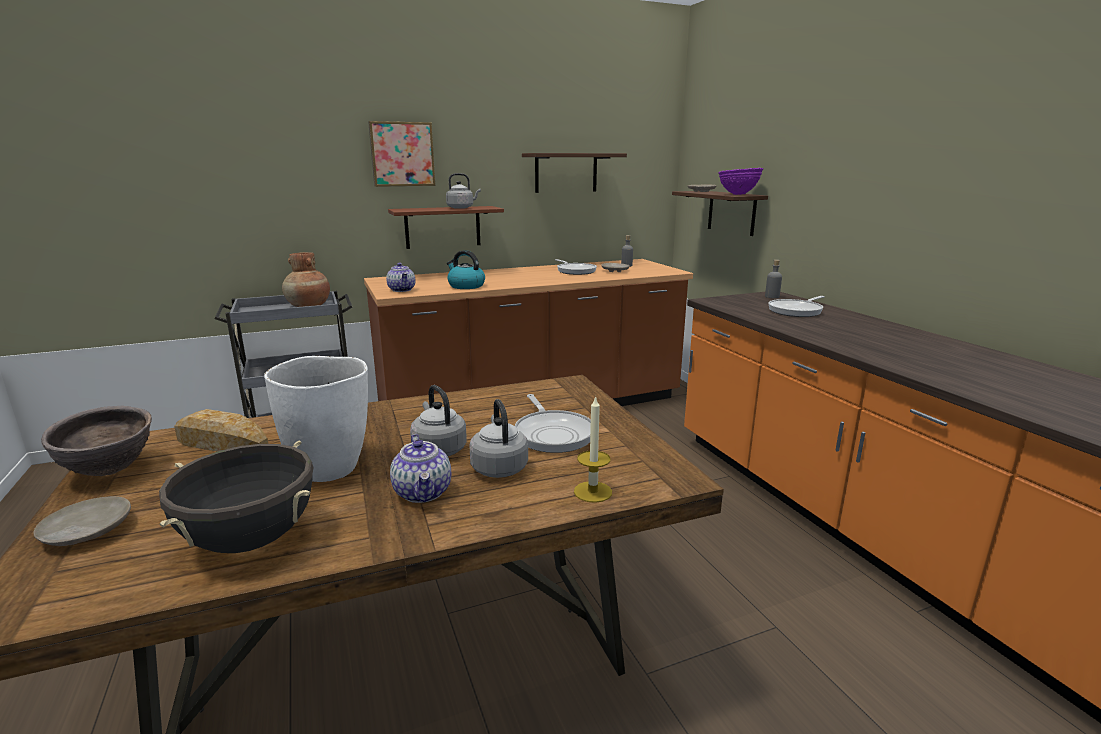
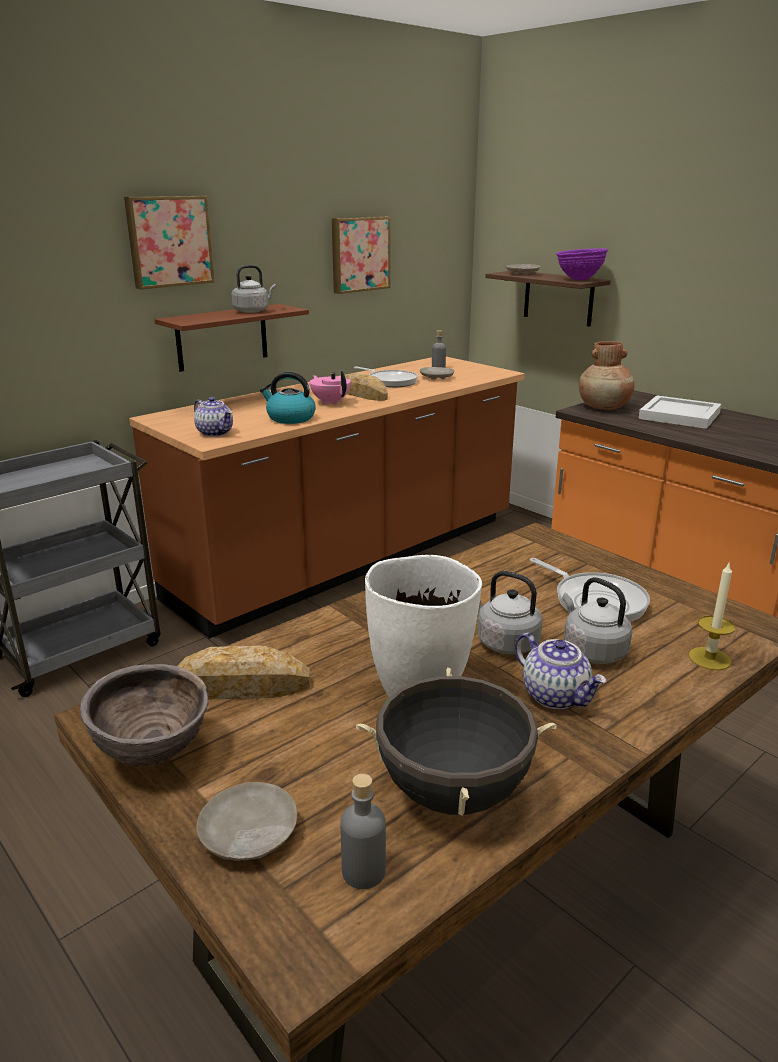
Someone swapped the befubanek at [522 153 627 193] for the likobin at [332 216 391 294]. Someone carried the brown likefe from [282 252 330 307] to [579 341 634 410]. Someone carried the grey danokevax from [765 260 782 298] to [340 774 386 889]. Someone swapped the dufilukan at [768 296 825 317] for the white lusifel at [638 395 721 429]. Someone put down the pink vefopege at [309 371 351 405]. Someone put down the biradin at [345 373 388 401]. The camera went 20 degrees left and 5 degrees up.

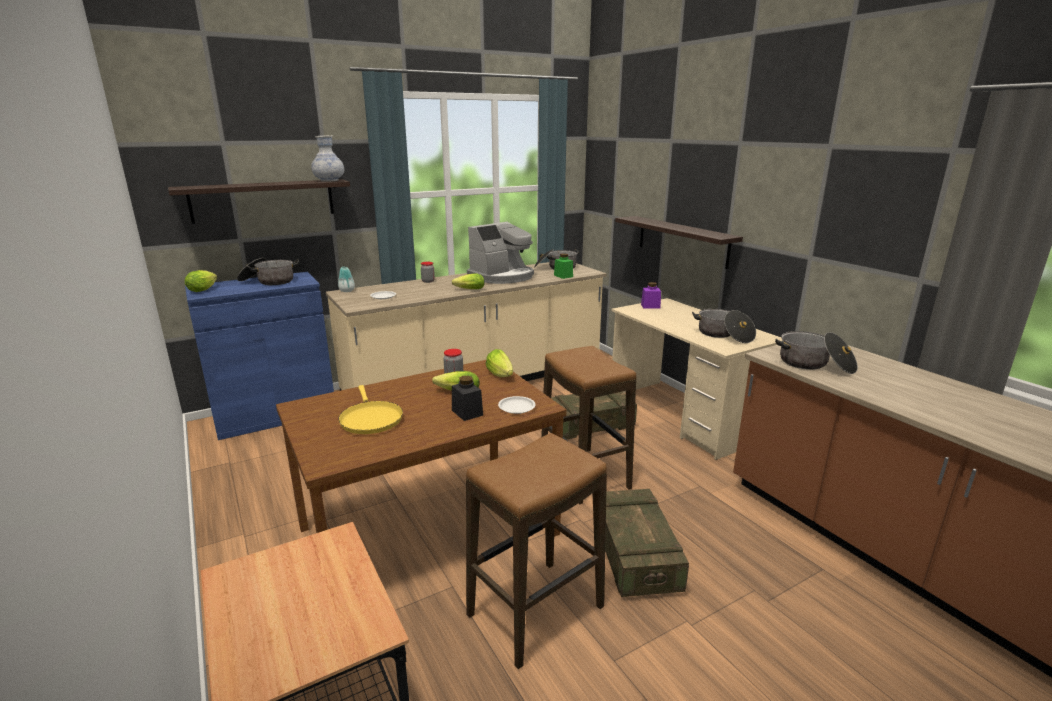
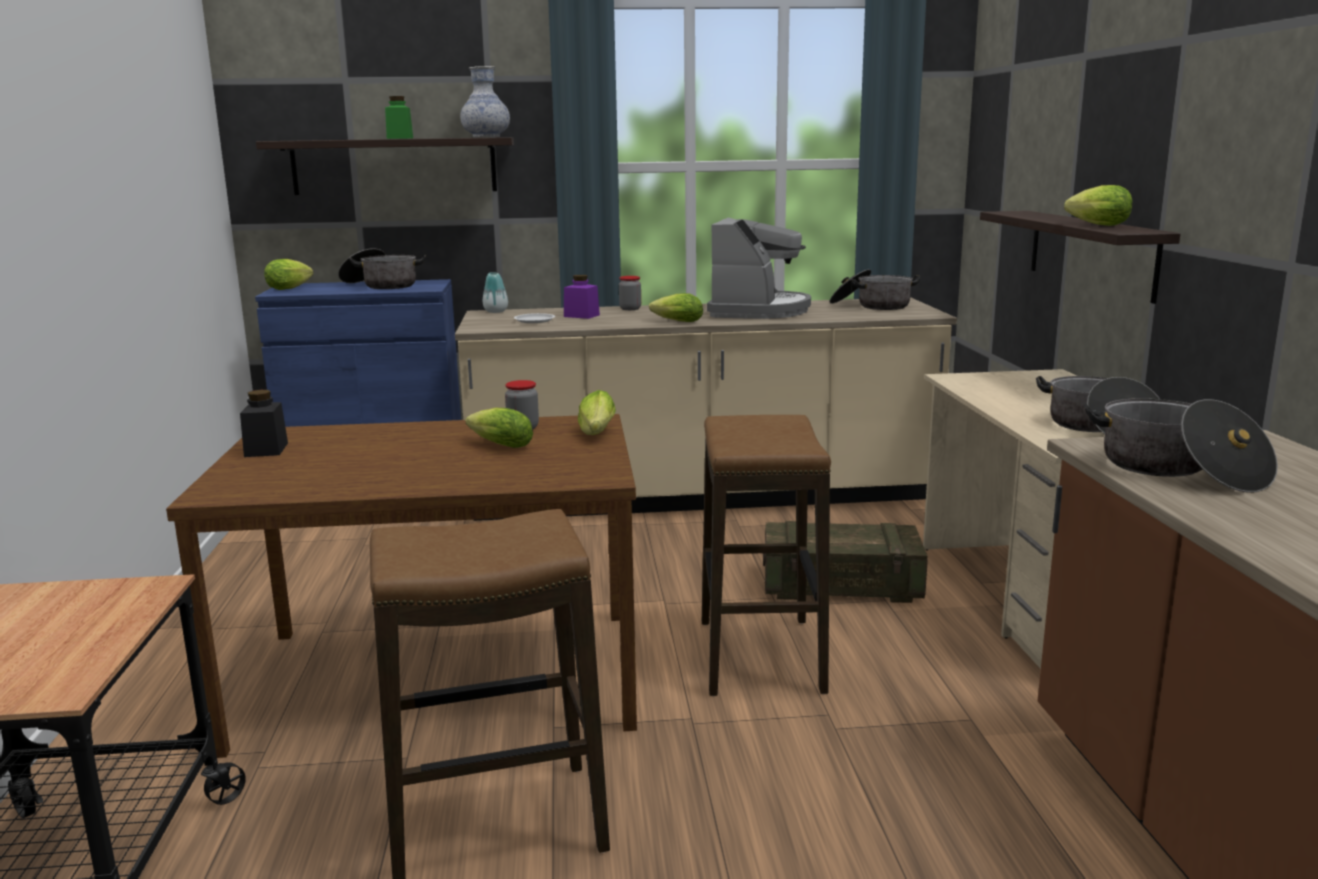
Someone rotated the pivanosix at [467 222 534 284] by 60 degrees counterclockwise. Someone carried the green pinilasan from [554 253 573 279] to [385 96 413 139]. Someone carried the purple pinilasan from [641 282 661 309] to [564 275 600 319]. Someone carried the black pinilasan from [452 376 483 421] to [240 390 288 457]. Someone took away the yellow dufilukan at [338 385 403 434]. Someone took away the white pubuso at [498 396 535 414]. Someone took away the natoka at [605 489 689 597]. Someone put down the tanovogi at [1064 185 1133 226]. The camera went 25 degrees right and 5 degrees down.

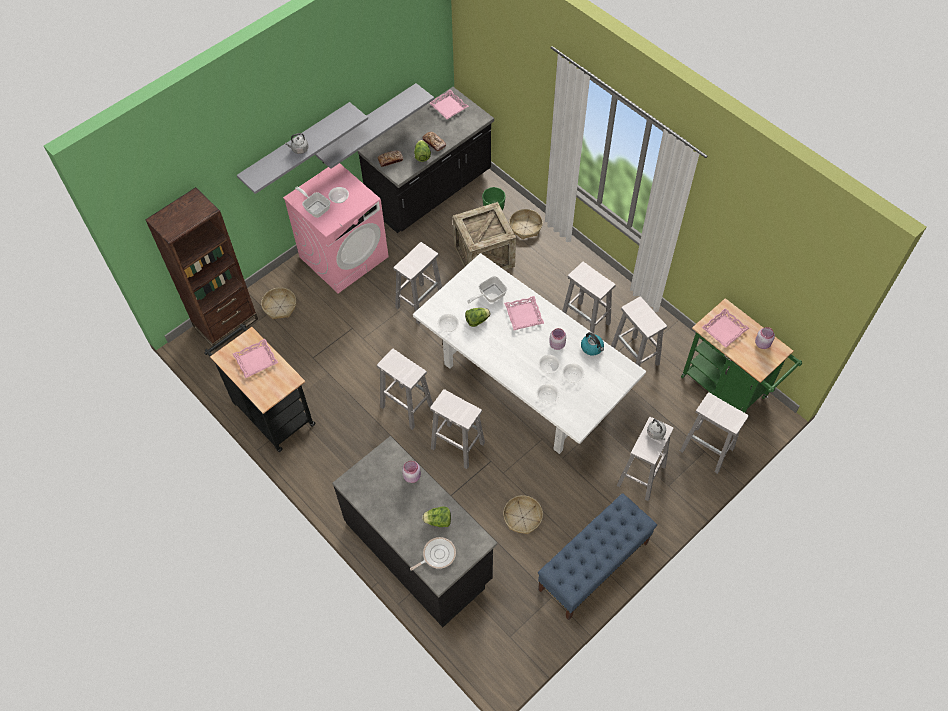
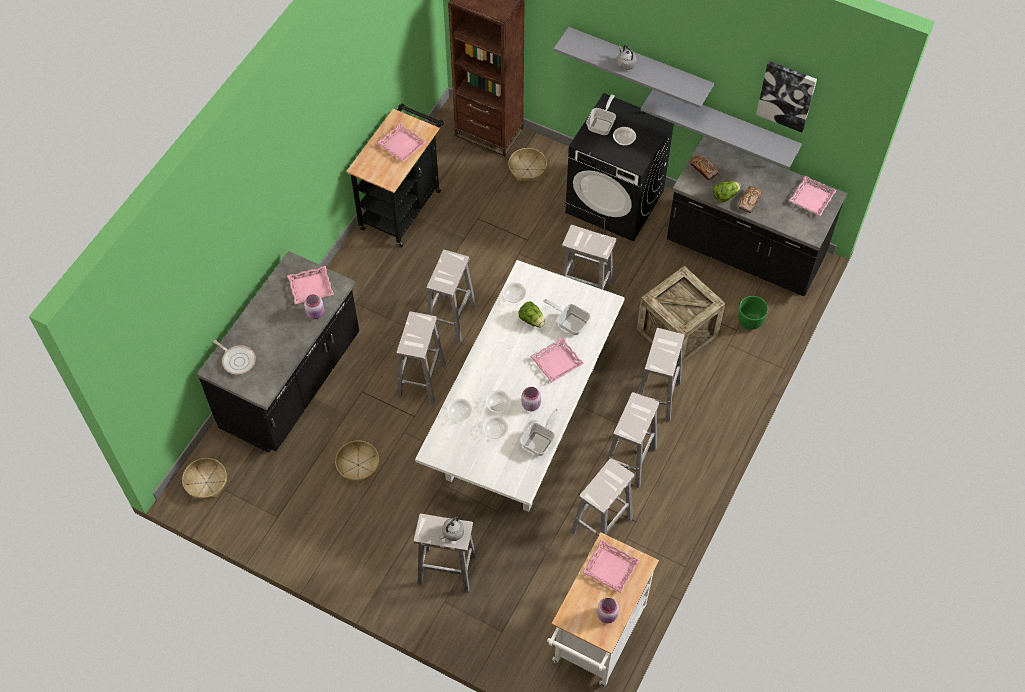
Someone repainted the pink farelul at [283 163 389 294], which became the black farelul at [565 93 674 242]. Someone carried the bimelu from [509 209 543 239] to [182 458 227 500]. Someone repainted the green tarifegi at [681 298 802 413], which became the white tarifegi at [547 532 659 688]. Someone swapped the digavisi at [581 332 604 356] for the dufilukan at [520 409 559 456]. Someone carried the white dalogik from [680 392 749 474] to [638 328 684 422]. Someone took away the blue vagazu at [538 493 657 620]. Someone took away the tanovogi at [422 506 451 527]. Someone put up the likobin at [756 61 817 133]. Someone put down the pink lusifel at [287 266 334 304]. The camera went 70 degrees right and 0 degrees up.

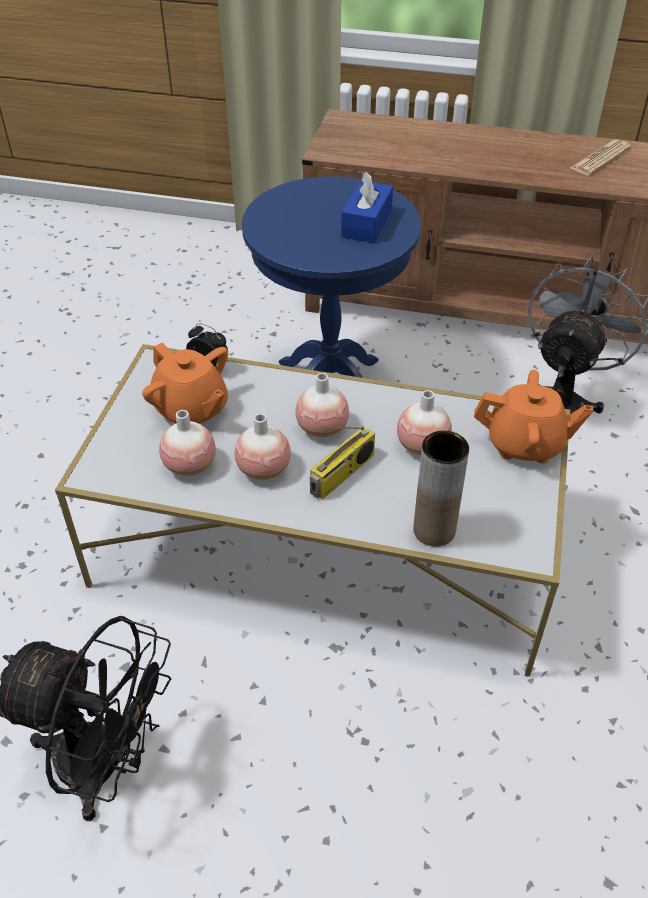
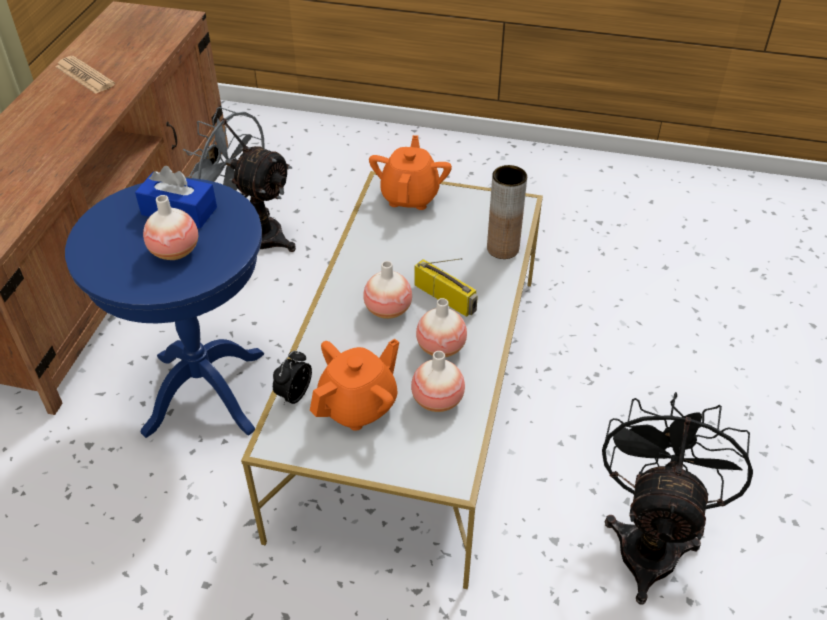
Someone carried the likefe from [397 390 452 455] to [143 195 198 260]. The camera went 90 degrees left and 0 degrees up.

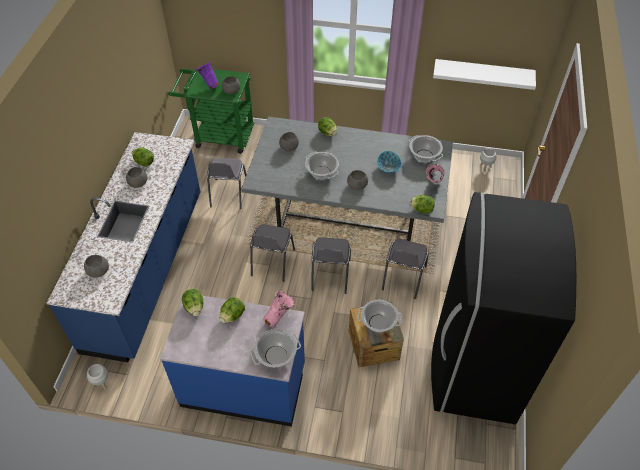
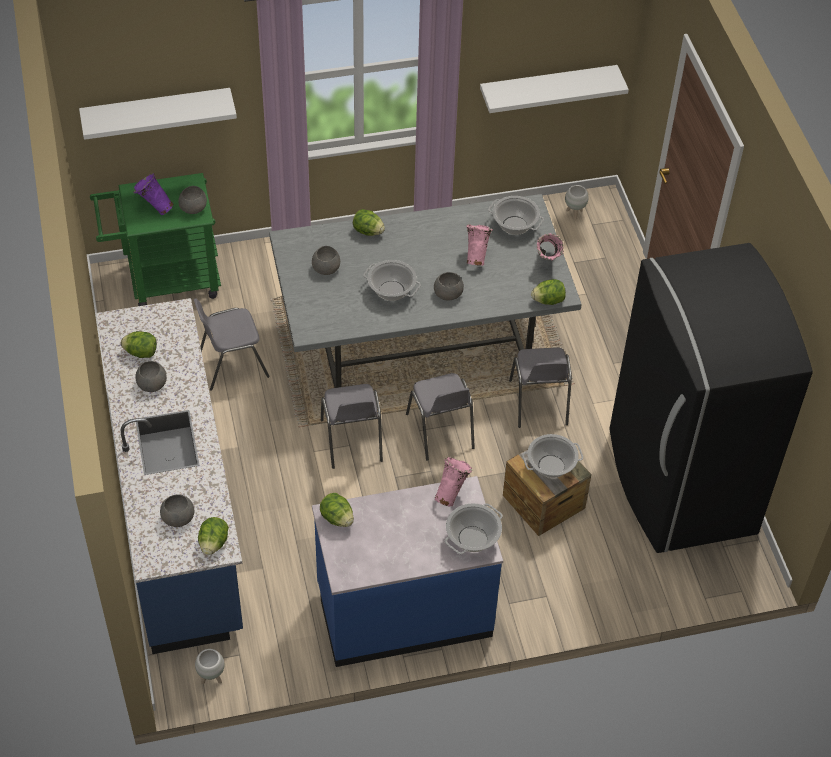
Someone swapped the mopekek at [377 151 402 173] for the pink likefe at [466 224 493 266]. Someone rotated the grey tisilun at [207 158 247 209] by 90 degrees clockwise. Someone carried the tanovogi from [220 297 245 323] to [198 517 229 555]. Someone put up the white befubanek at [79 88 237 140]. The camera went 25 degrees left and 0 degrees up.

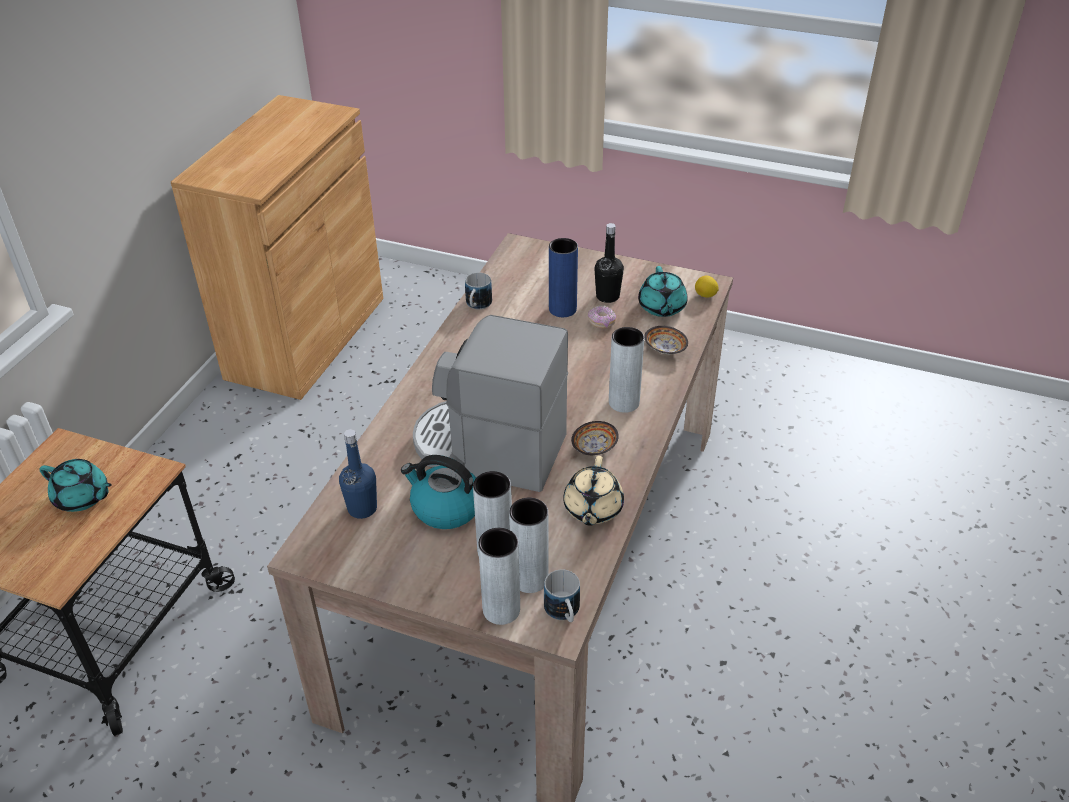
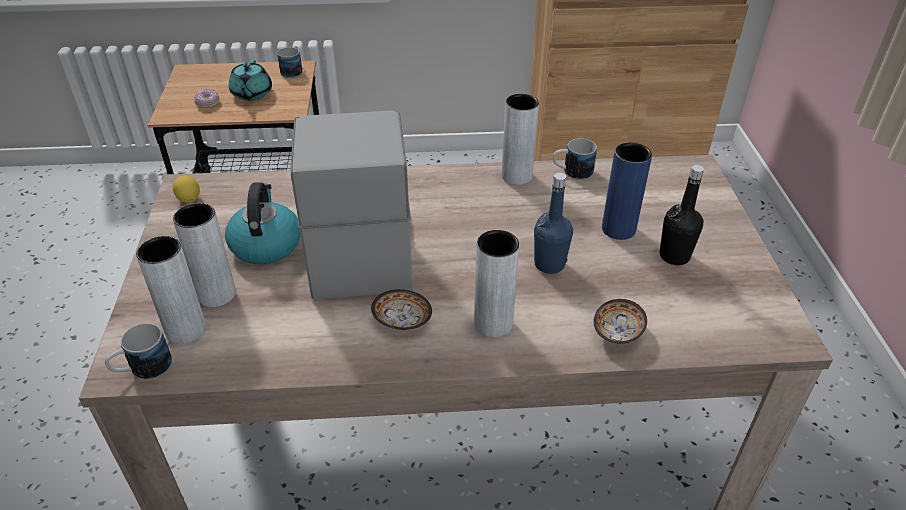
Someone took away the turquoise vefopege at [638 266 688 317]. Someone carried the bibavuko from [695 276 719 298] to [173 175 200 203]. Someone carried the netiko from [588 305 616 329] to [194 89 220 108]. Someone carried the blue danokevax from [339 429 377 519] to [534 173 573 274]. Someone took away the beige vefopege at [563 456 624 526]. Someone carried the grey likefe from [478 528 520 625] to [502 94 539 185]. Someone put down the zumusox at [277 46 302 78]. The camera went 65 degrees right and 0 degrees up.

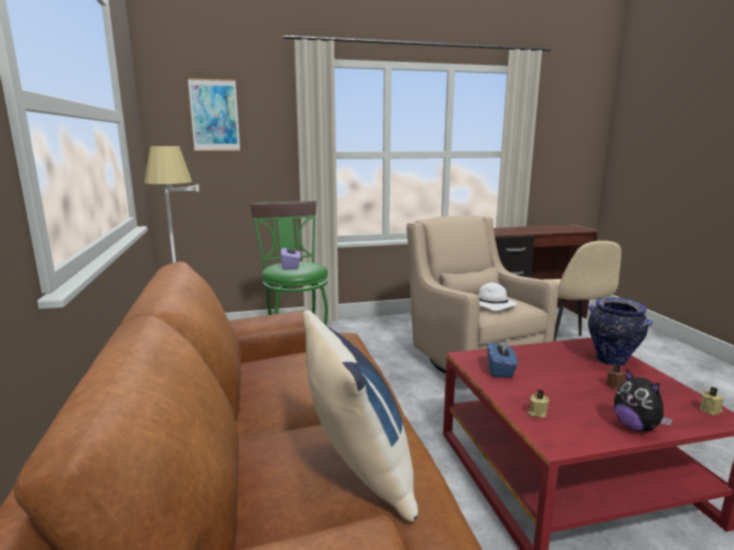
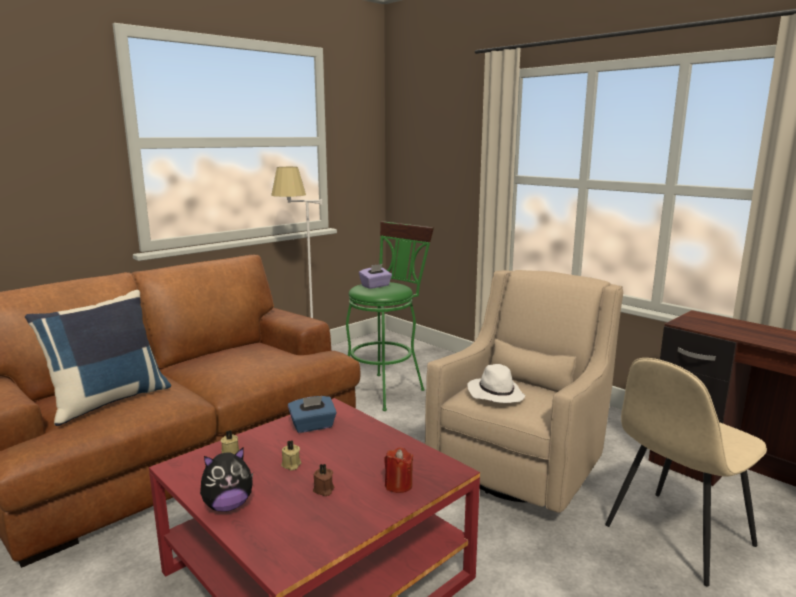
Someone took away the likobin at [188 78 240 151]. Someone swapped the likefe at [588 297 653 366] for the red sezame at [384 447 413 493]. Someone rotated the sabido at [614 369 673 431] by 150 degrees counterclockwise. Someone carried the beige sezame from [700 387 724 415] to [281 440 301 470]. The camera went 60 degrees right and 0 degrees up.

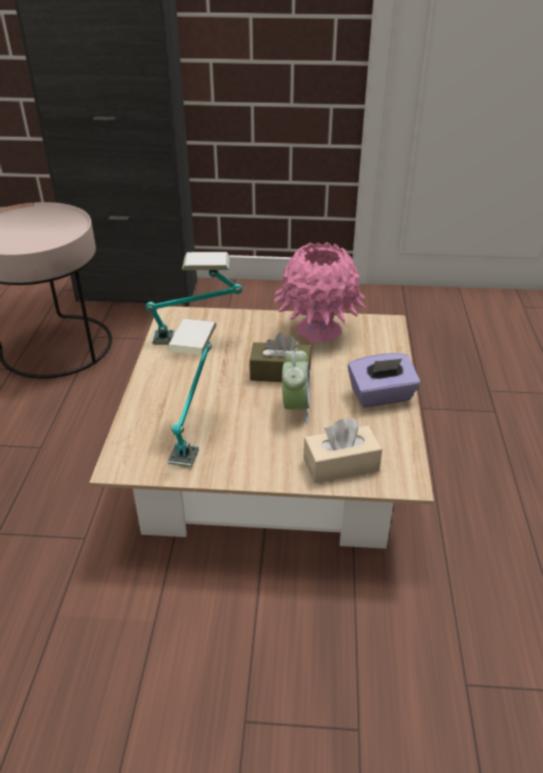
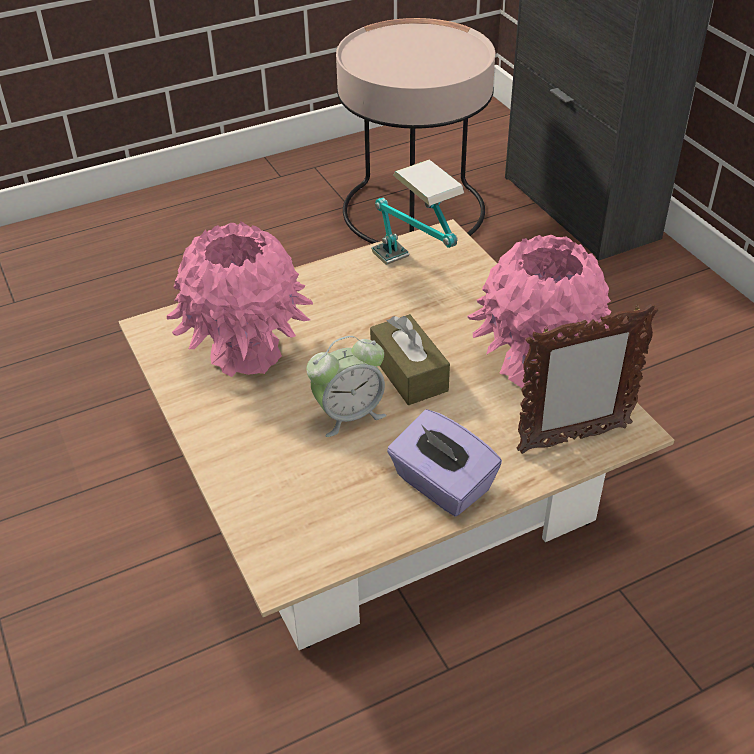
Someone swapped the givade at [168 319 216 467] for the pink likefe at [167 221 313 377]. Someone took away the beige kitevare at [303 418 382 483]. Someone put down the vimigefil at [517 303 658 454]. The camera went 60 degrees right and 5 degrees up.

